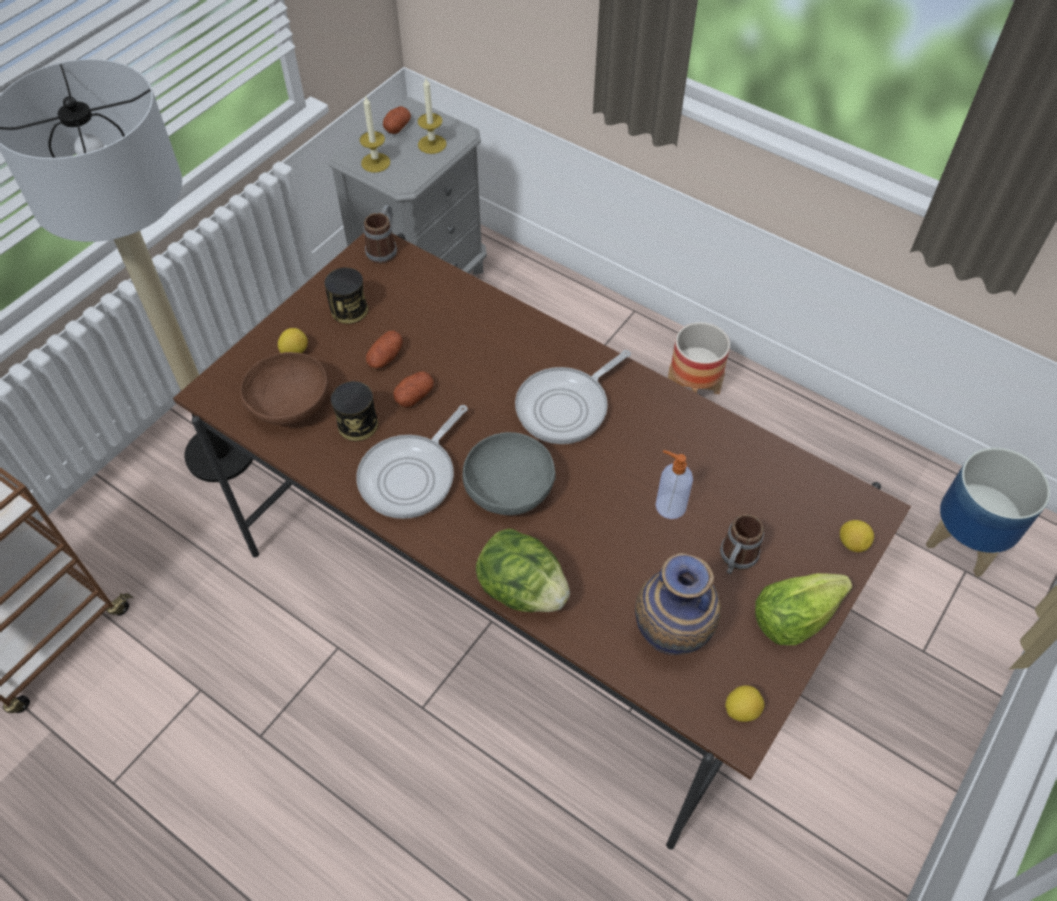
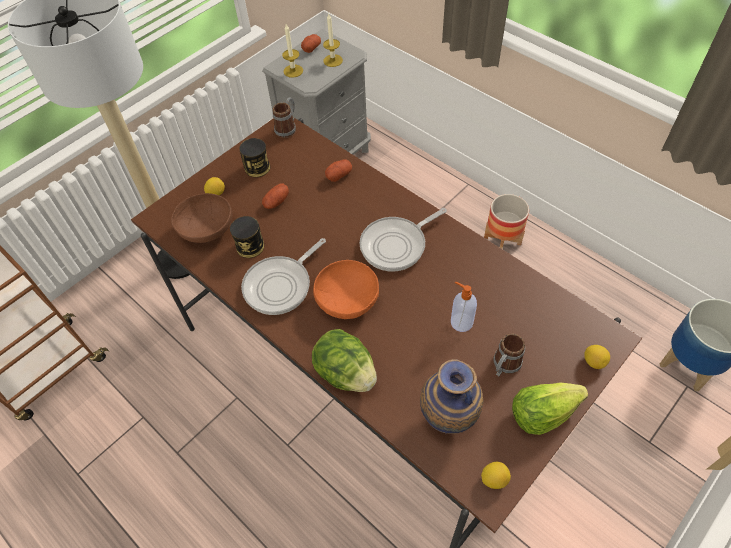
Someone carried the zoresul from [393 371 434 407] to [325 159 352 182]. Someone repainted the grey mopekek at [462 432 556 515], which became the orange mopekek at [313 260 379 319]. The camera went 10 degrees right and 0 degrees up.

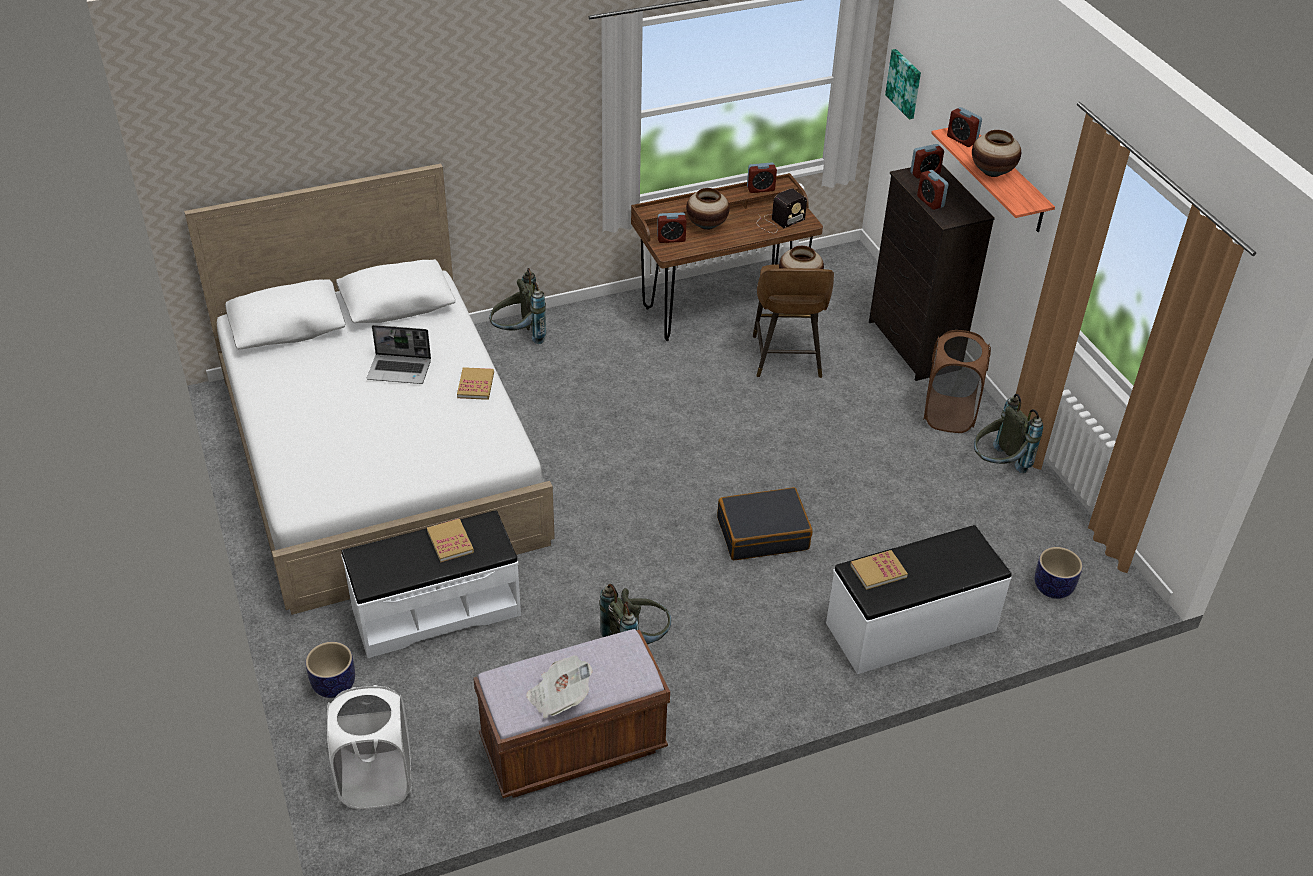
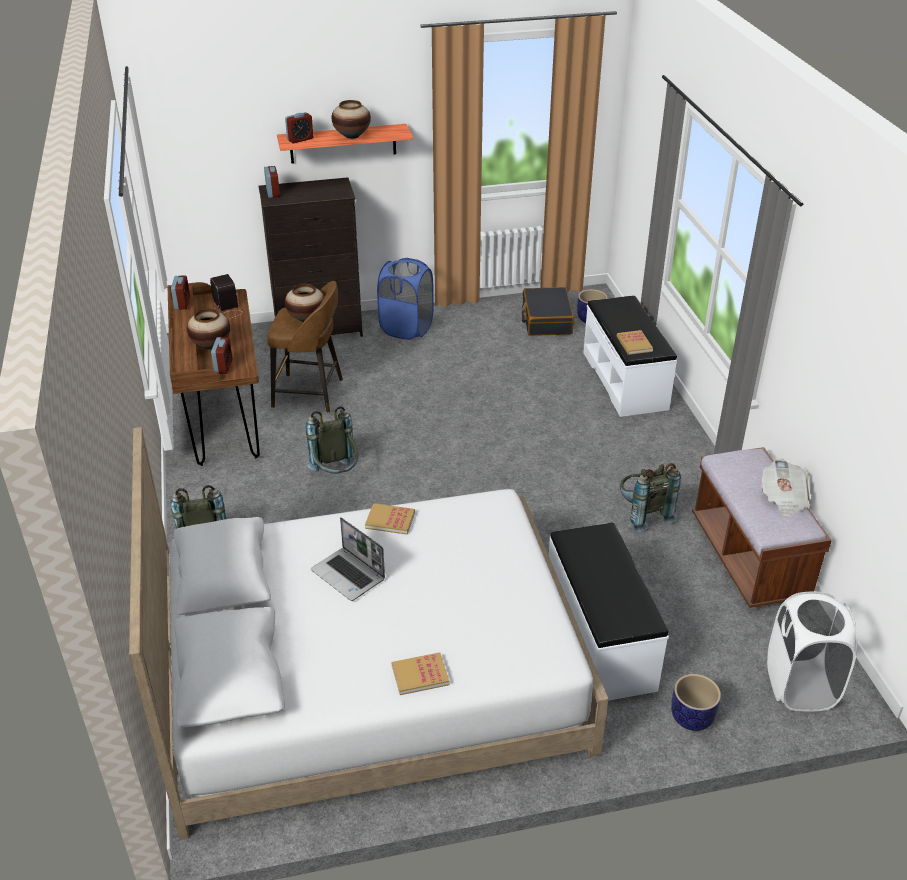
Someone took away the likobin at [885 49 921 119]. Someone took away the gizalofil at [917 170 948 210]. Someone rotated the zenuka at [367 325 431 384] by 120 degrees clockwise. Someone repainted the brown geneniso at [924 330 991 433], which became the blue geneniso at [377 258 434 340]. Someone carried the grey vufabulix from [974 394 1043 473] to [306 406 358 474]. Someone carried the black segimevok from [717 487 812 560] to [522 287 574 336]. Someone carried the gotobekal from [427 519 474 562] to [392 652 449 695]. The camera went 80 degrees left and 5 degrees down.

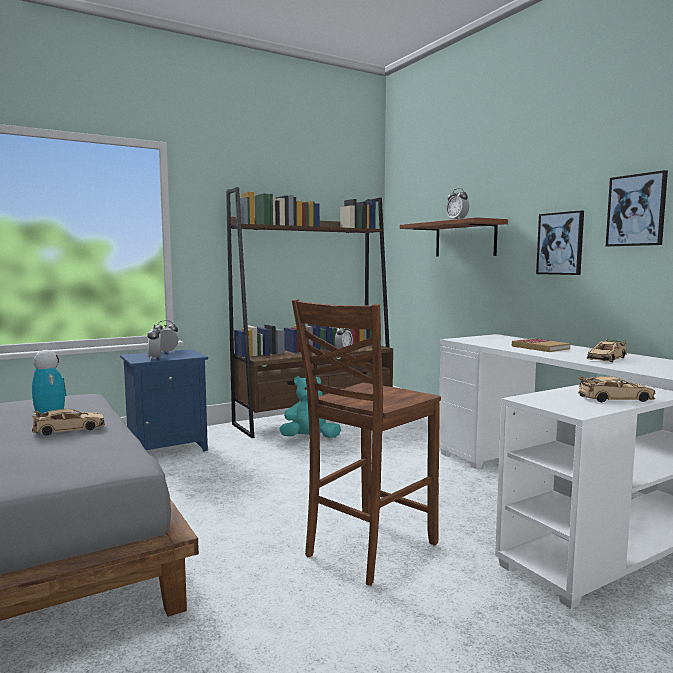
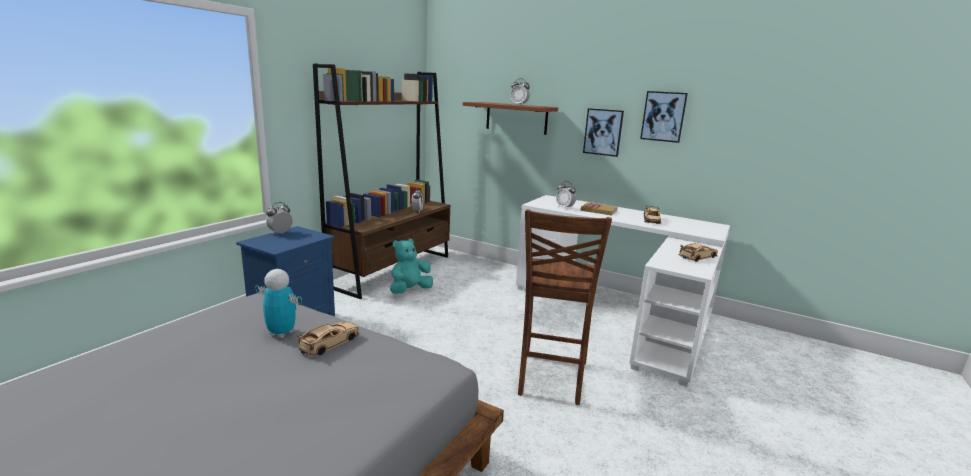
Someone carried the gizalofil from [147 325 162 360] to [556 181 576 210]. The camera went 30 degrees left and 10 degrees up.

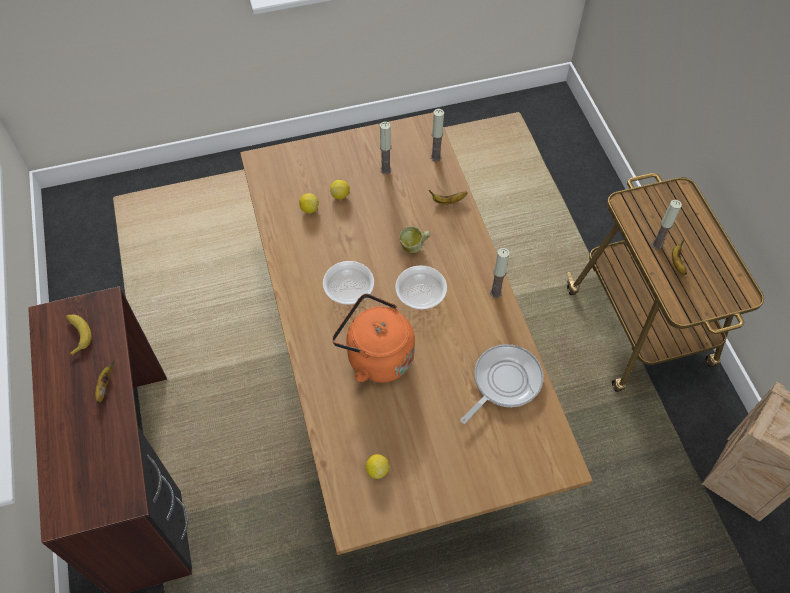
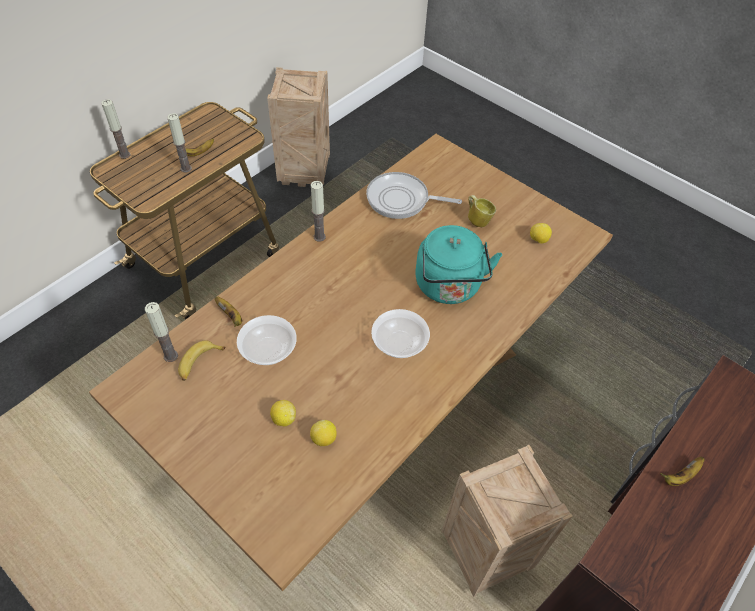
Someone carried the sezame from [380 122 391 174] to [101 99 130 159]. Someone carried the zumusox from [399 226 430 253] to [468 195 496 227]. Someone carried the mopekek from [395 265 447 310] to [237 315 297 365]. Someone repainted the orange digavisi at [332 293 415 383], which became the turquoise digavisi at [415 225 502 304]. Someone carried the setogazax from [66 315 92 357] to [178 341 226 381]. Someone put down the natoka at [442 445 573 597]. The camera went 125 degrees left and 5 degrees down.

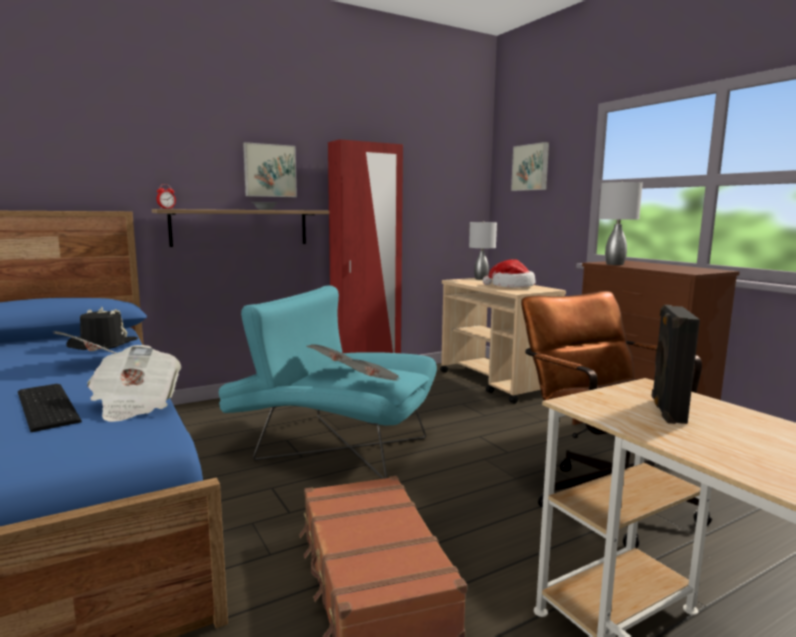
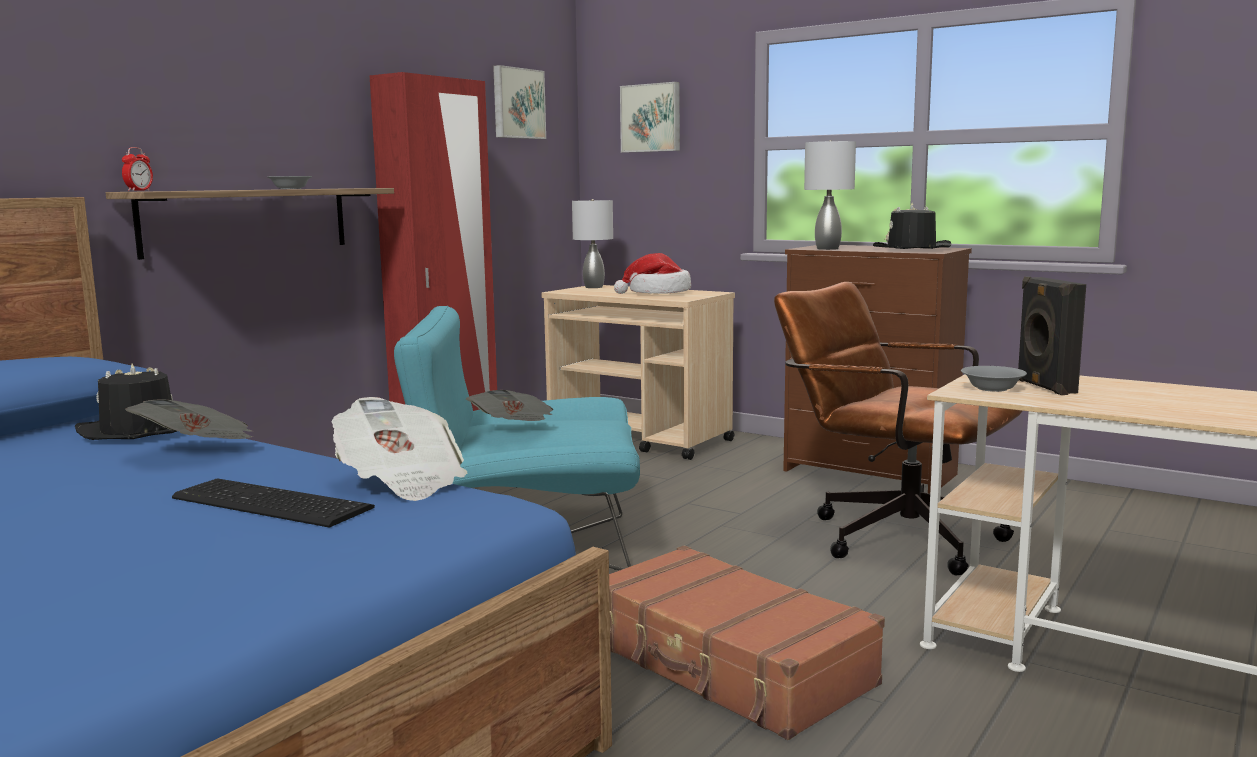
Someone carried the likobin from [243 142 297 197] to [493 65 546 139]. Someone took away the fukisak at [339 359 401 380]. Someone put down the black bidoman at [873 203 951 249]. Someone put down the grey mopekek at [961 366 1027 392]. The camera went 25 degrees left and 0 degrees up.

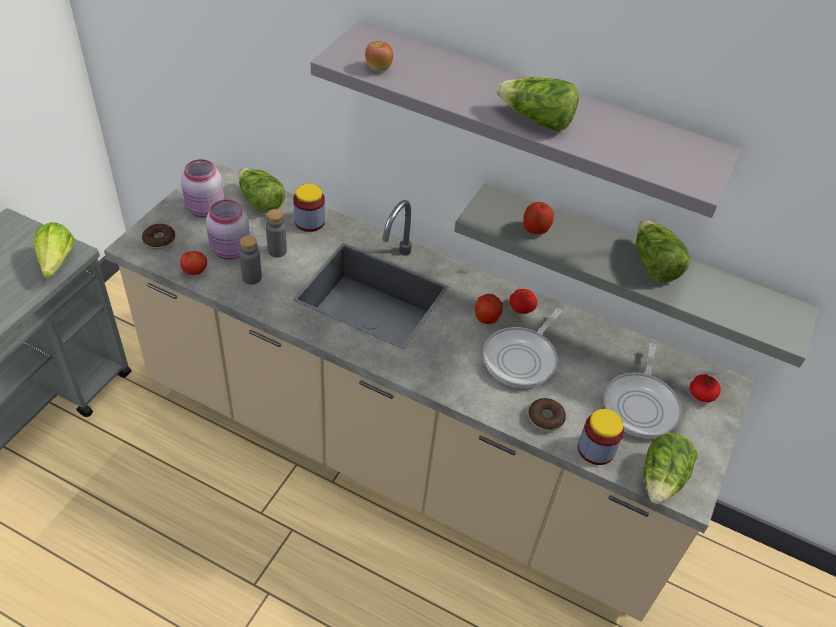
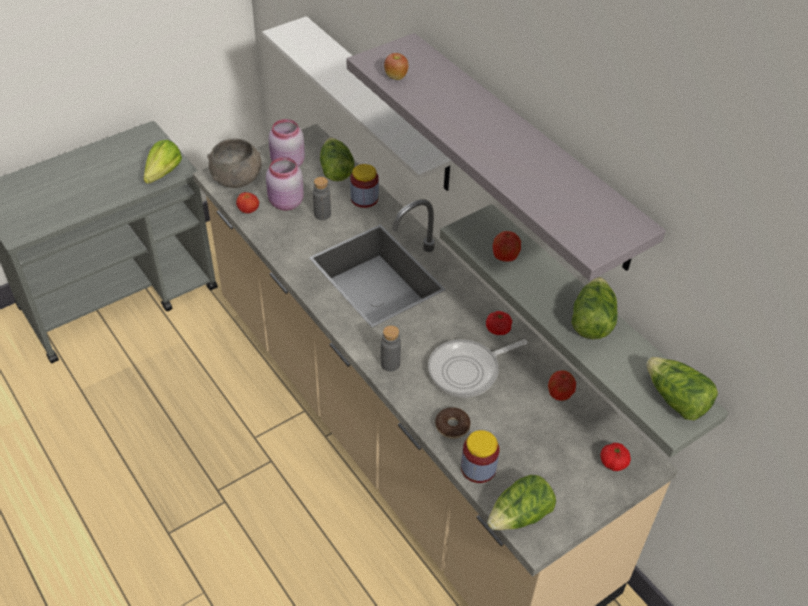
Someone carried the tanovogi from [496 77 578 131] to [646 357 718 420]. Someone swapped the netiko at [142 224 176 249] for the grey mopekek at [207 138 262 188]. Someone carried the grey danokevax from [239 235 262 284] to [381 325 401 372]. Someone carried the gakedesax from [475 294 503 324] to [548 370 576 401]. Someone took away the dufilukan at [604 343 682 439]. Someone put up the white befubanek at [262 16 455 191]. The camera went 30 degrees right and 0 degrees up.

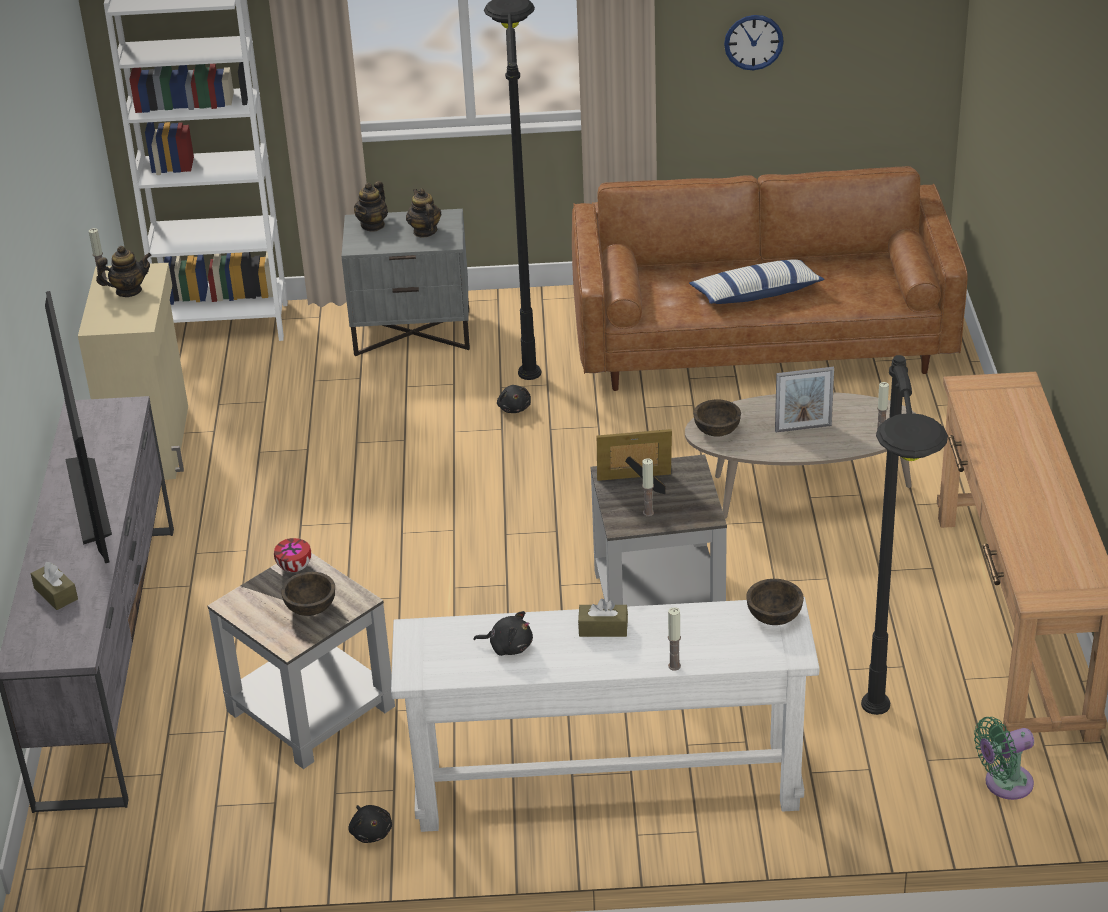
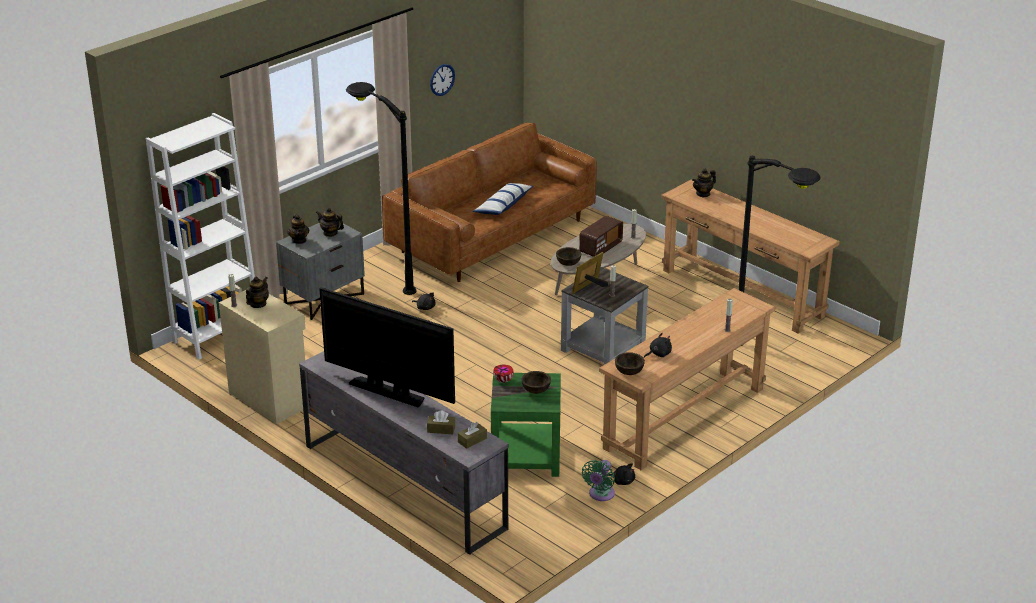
Someone swapped the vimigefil at [775 367 834 432] for the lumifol at [579 216 623 257]. Someone repainted the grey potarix at [208 553 395 769], which became the green potarix at [491 373 561 477]. Someone carried the brown mopekek from [746 579 804 625] to [615 352 645 375]. Someone repainted the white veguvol at [391 597 820 832], which became the brown veguvol at [599 288 775 470]. Someone carried the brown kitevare from [578 598 628 637] to [458 422 487 449]. Someone carried the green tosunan from [974 717 1034 800] to [582 460 615 501]. Someone put down the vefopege at [692 169 716 197]. The camera went 45 degrees left and 5 degrees down.

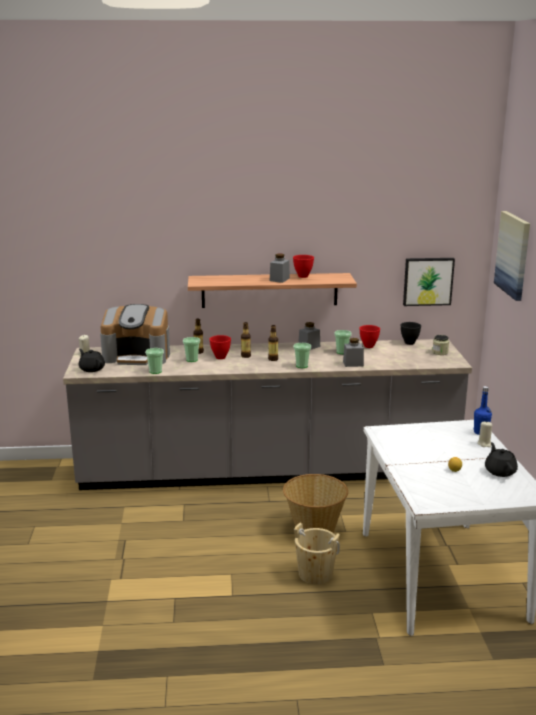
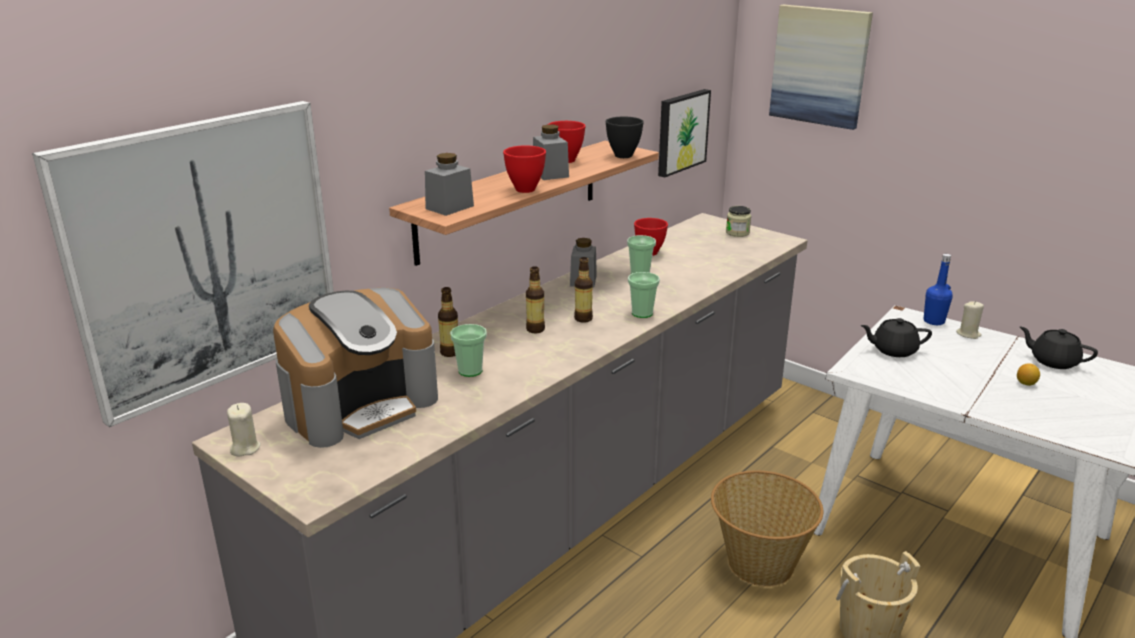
Someone carried the black mopekek from [401 322 421 345] to [606 117 644 158]. Someone carried the red mopekek from [210 335 231 359] to [503 145 546 193]. Someone carried the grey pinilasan from [343 338 364 367] to [425 153 474 216]. Someone took away the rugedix at [145 348 164 374]. Someone carried the black vefopege from [79 349 105 372] to [860 318 932 357]. Someone put up the likobin at [32 101 334 427]. The camera went 45 degrees left and 5 degrees up.

